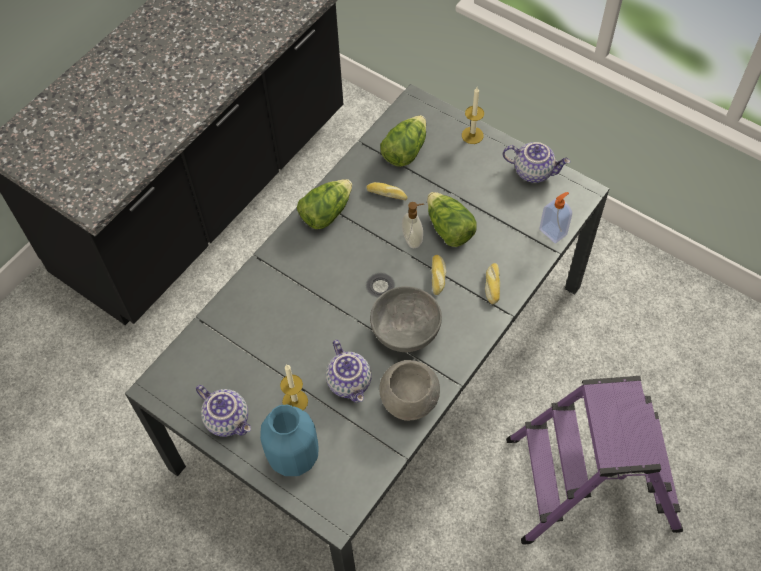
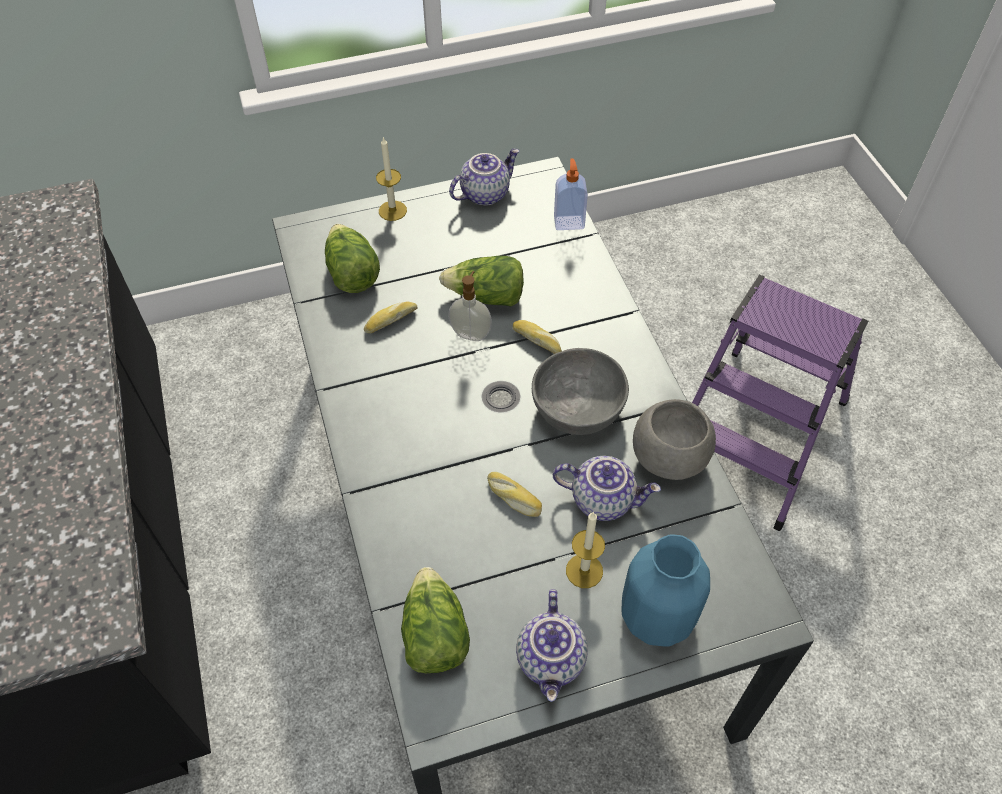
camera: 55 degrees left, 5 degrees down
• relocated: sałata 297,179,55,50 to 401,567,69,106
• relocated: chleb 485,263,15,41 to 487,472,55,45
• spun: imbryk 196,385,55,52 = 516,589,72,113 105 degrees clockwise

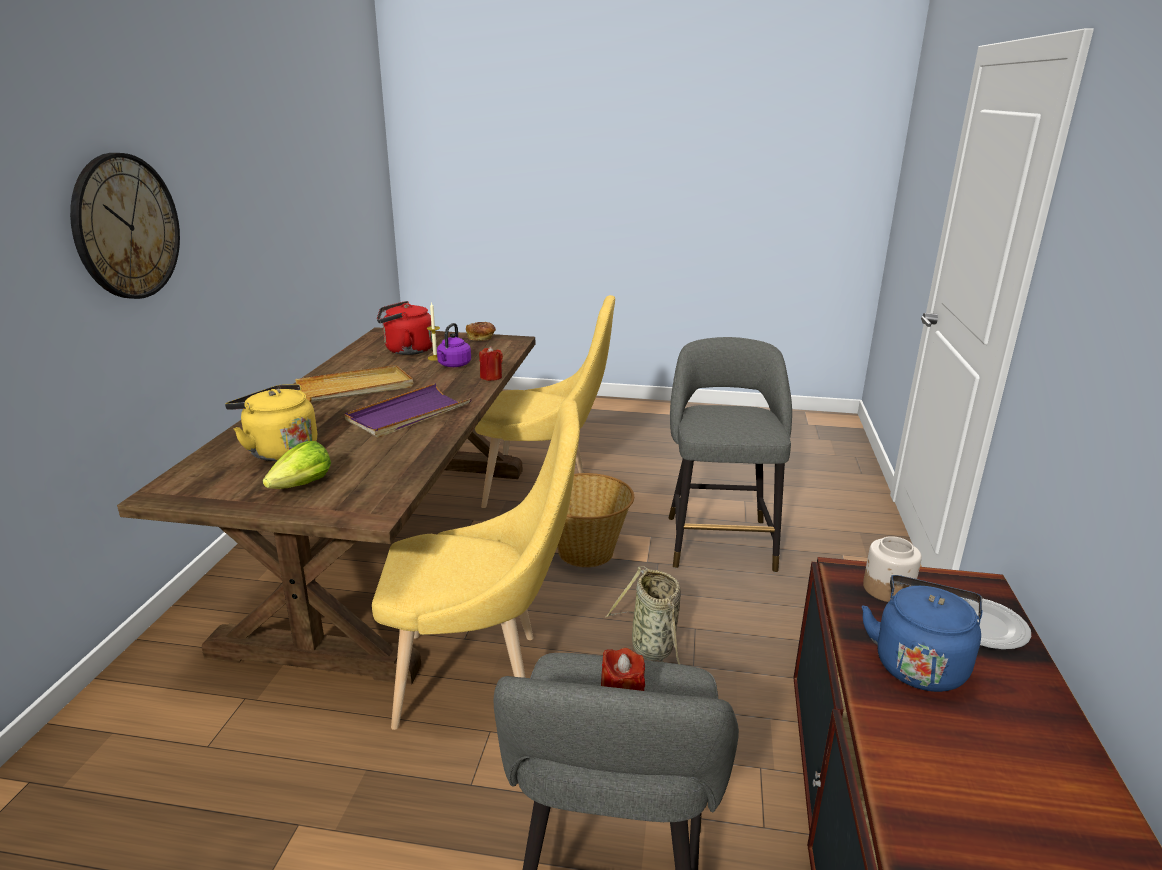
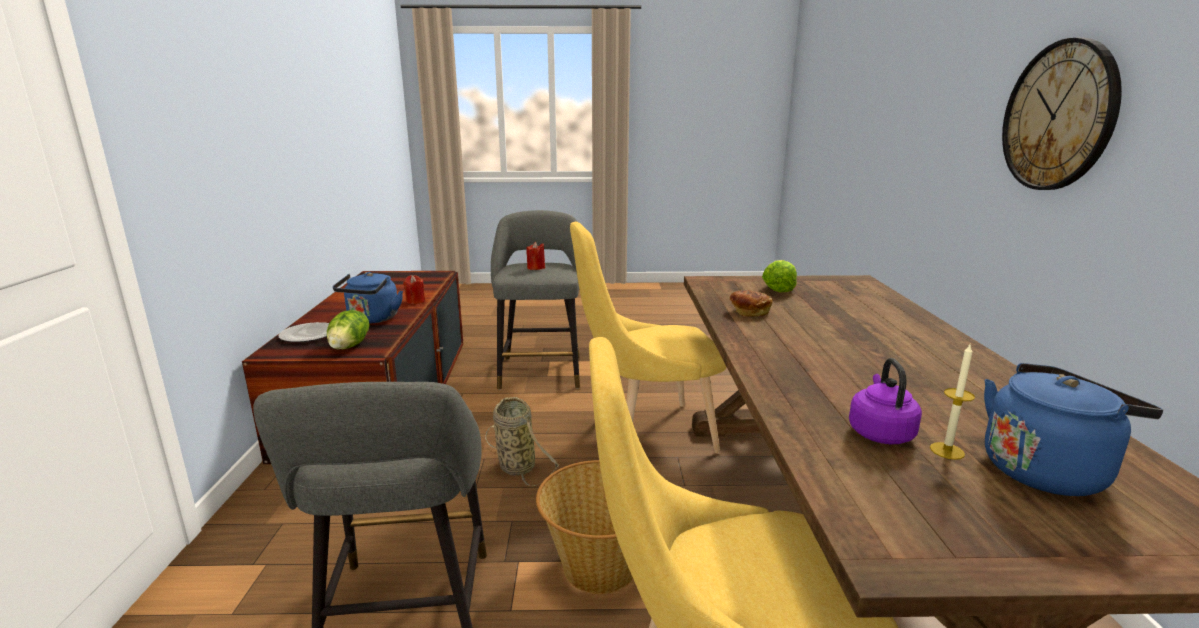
camera: 170 degrees right, 5 degrees down
• missing: czajnik/żółty 225,384,92,77
• missing: taca/beżowy 295,365,118,37
• missing: taca/fioletowy 344,383,128,55
• relocated: chleb 466,322,30,19 to 730,290,43,27
• relocated: świeca/czerwony 479,346,24,35 to 403,275,22,30
• exchanged: słoik 863,536,59,66 to sałata 327,310,42,39
• colour: czajnik/czerwony 377,301,56,54 to czajnik/niebieski 984,363,179,133

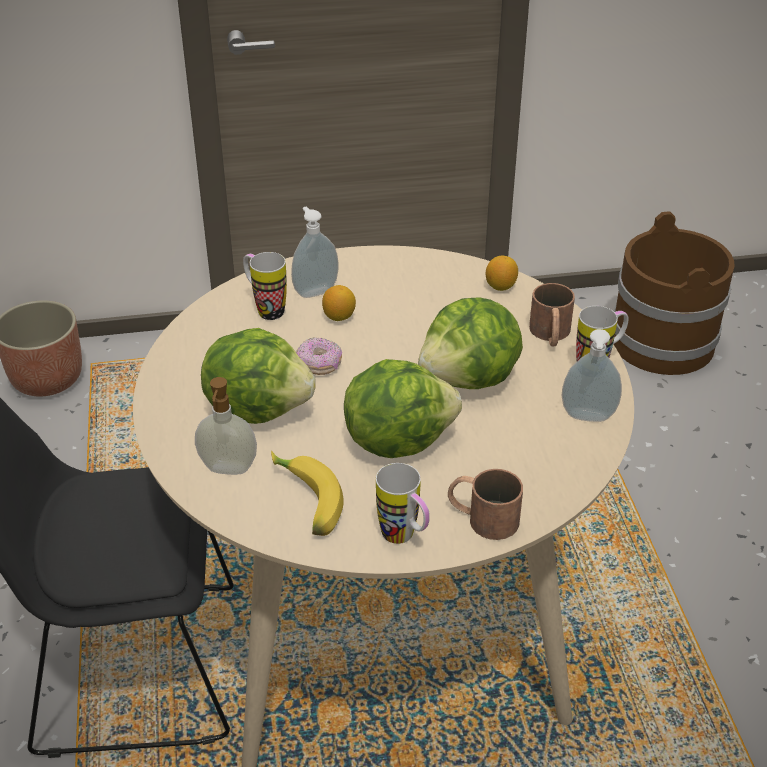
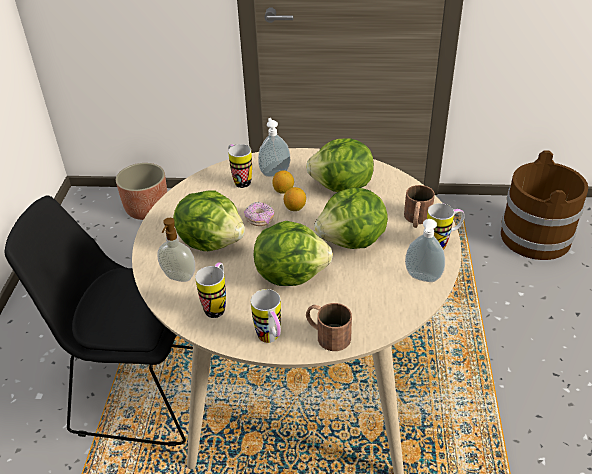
camera: 15 degrees right, 0 degrees up
• appeared: sałata 306,139,68,53
• relocated: cytryna 486,256,32,35 to 284,187,22,24
• exchanged: banan 271,451,73,85 to kubek 195,263,31,55

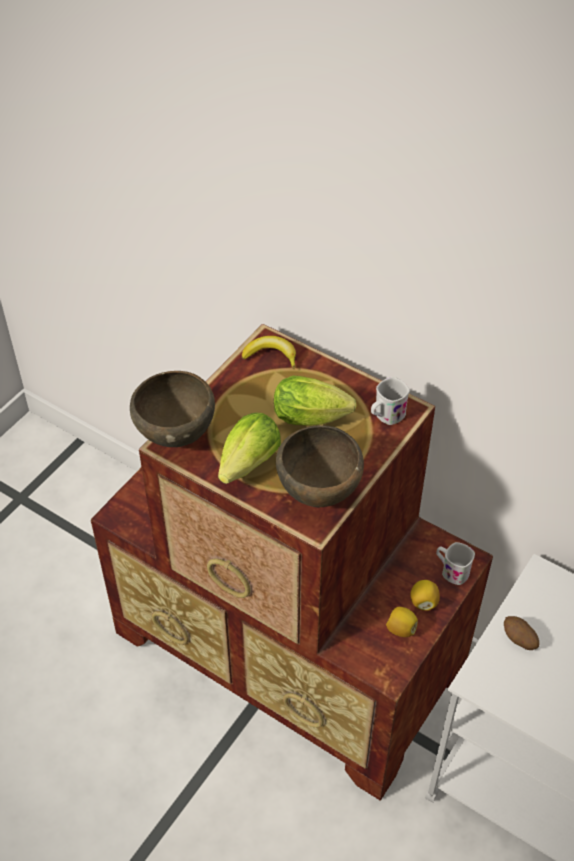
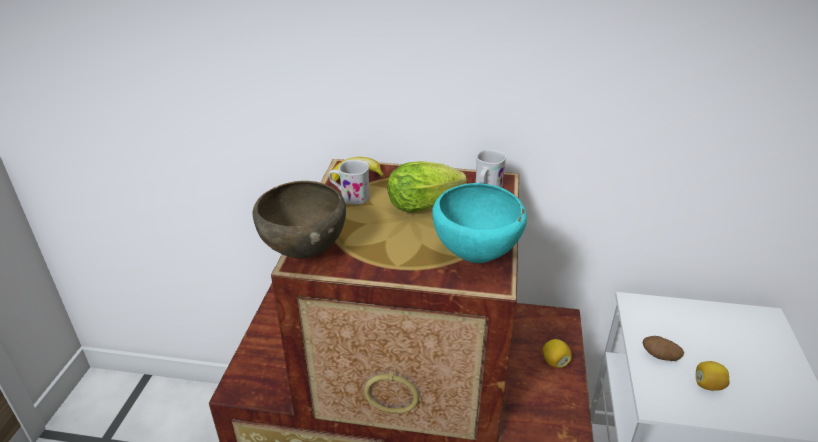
camera: 25 degrees left, 15 degrees down
• missing: sałata 218,413,63,71
• relocated: cytryna 386,607,32,30 to 696,361,34,30
• relocated: kubek/biały 436,542,39,43 to 329,160,41,45
• colour: miska/brązowy 276,425,88,82 to miska/turkusowy 432,183,95,80

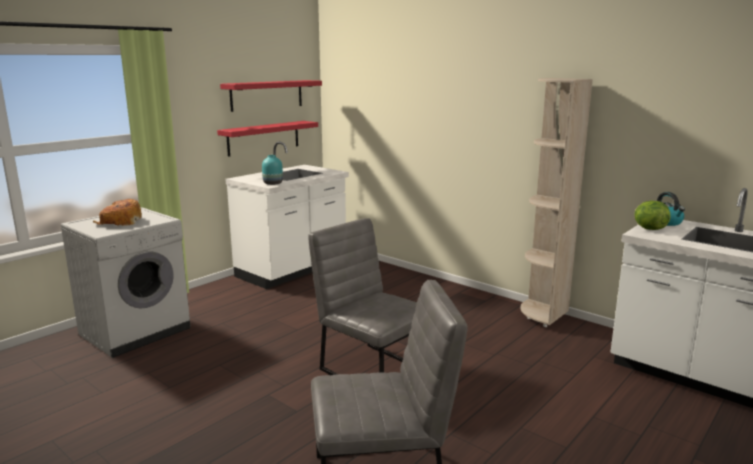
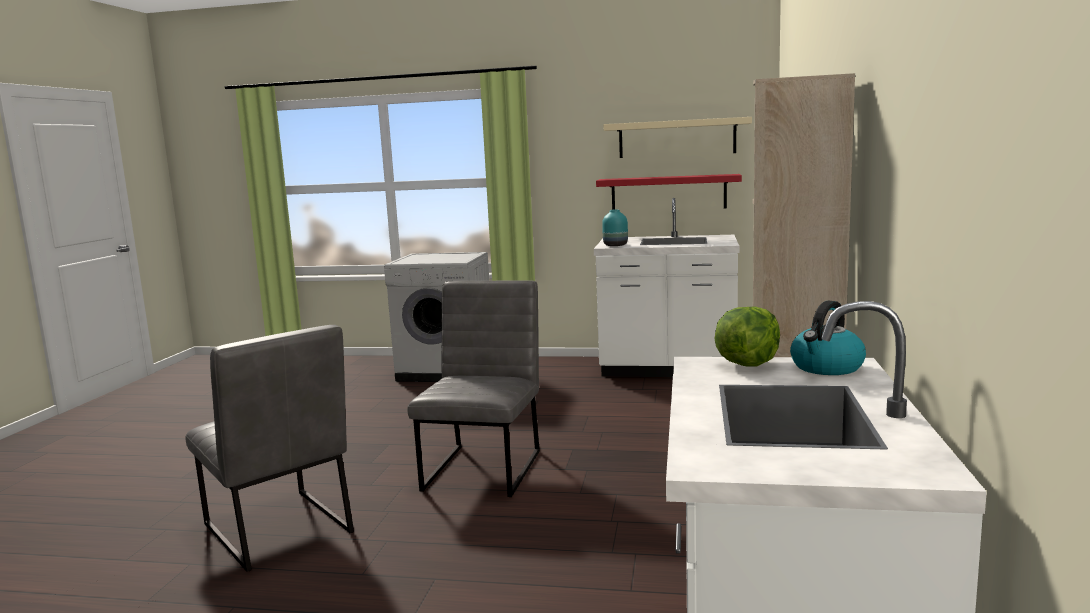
camera: 60 degrees right, 5 degrees down
• missing: chleb 93,199,49,27
• colour: półka/czerwony 220,80,102,32 to półka/beżowy 604,117,148,41

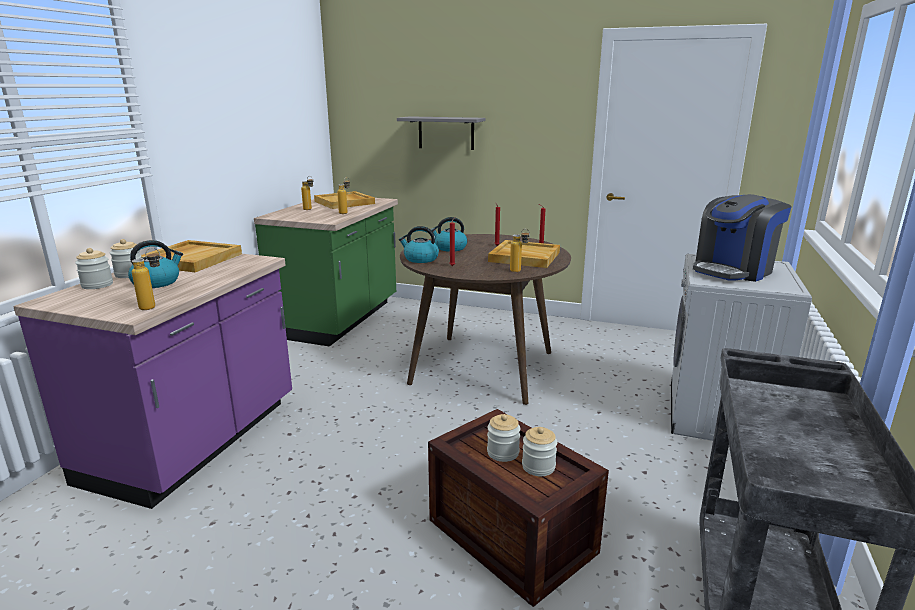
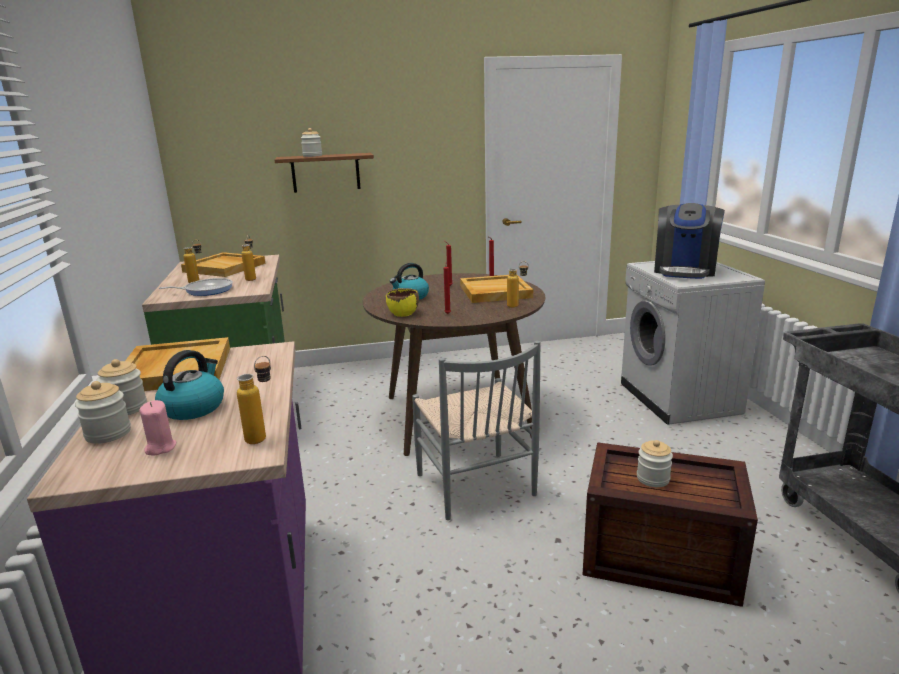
camera: 30 degrees left, 0 degrees up
• appeared: świeca/różowy 140,400,36,56
• appeared: patelnia 158,278,75,18
• appeared: krzesło/szary 412,341,128,179
• relocated: słoik 522,427,35,49 to 301,128,21,29
• exchanged: czajnik 399,226,40,37 to miska/żółty 386,288,33,29
• colour: półka/szary 397,116,88,34 to półka/brązowy 274,153,100,40

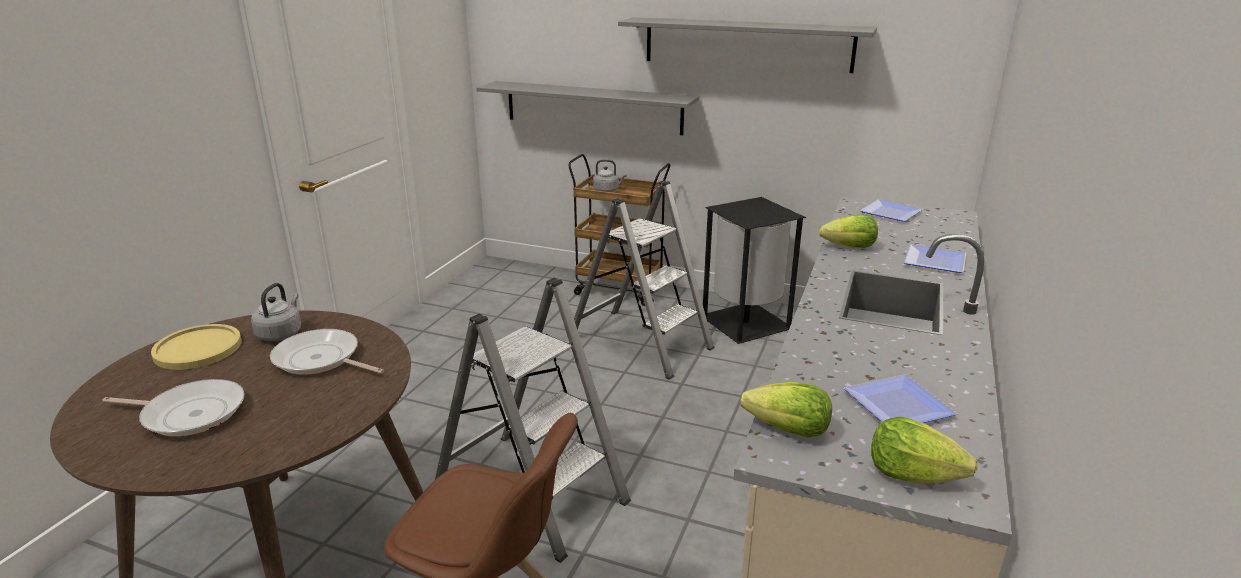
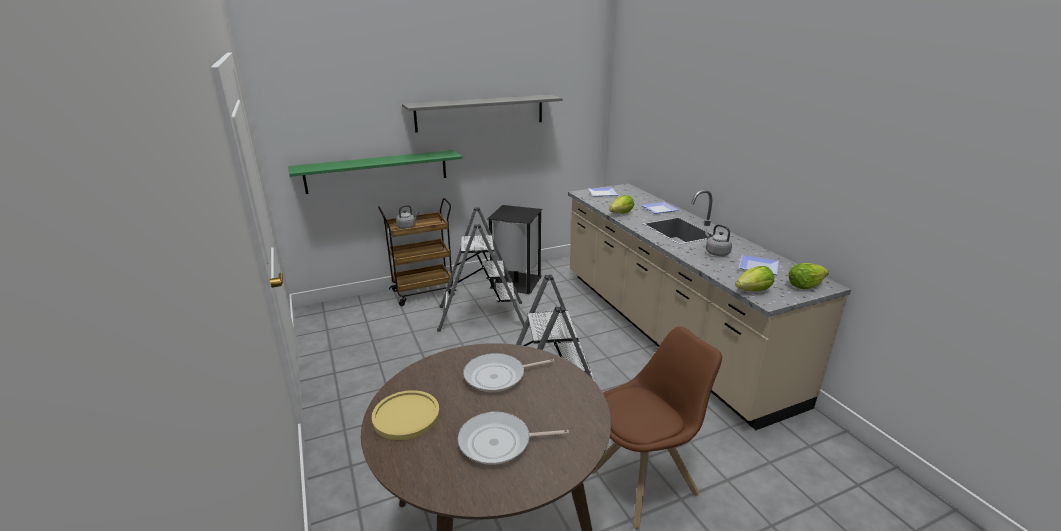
camera: 45 degrees left, 0 degrees up
• relocated: czajnik/szary 251,283,50,58 to 705,224,27,32
• colour: półka/szary 476,81,223,54 to półka/zielony 288,150,174,44
• spun: patelnia 102,379,143,57 = 458,412,111,53 150 degrees counterclockwise

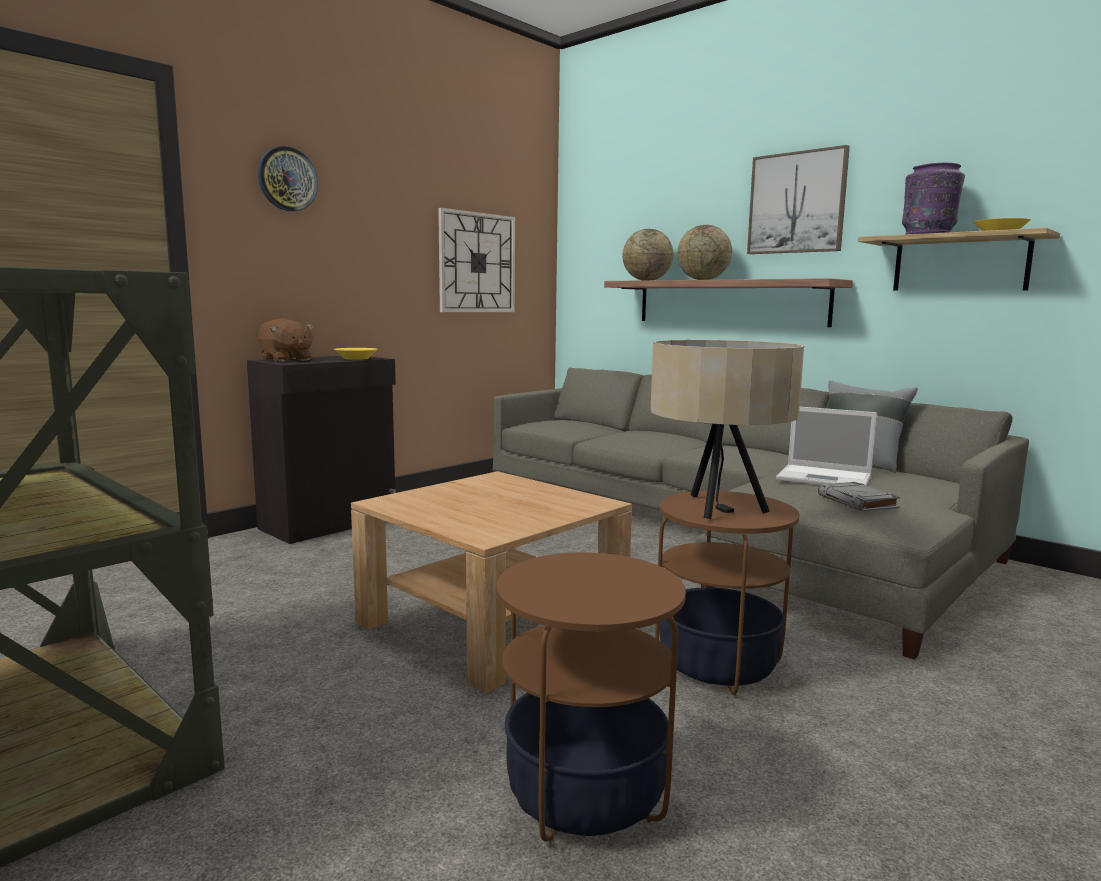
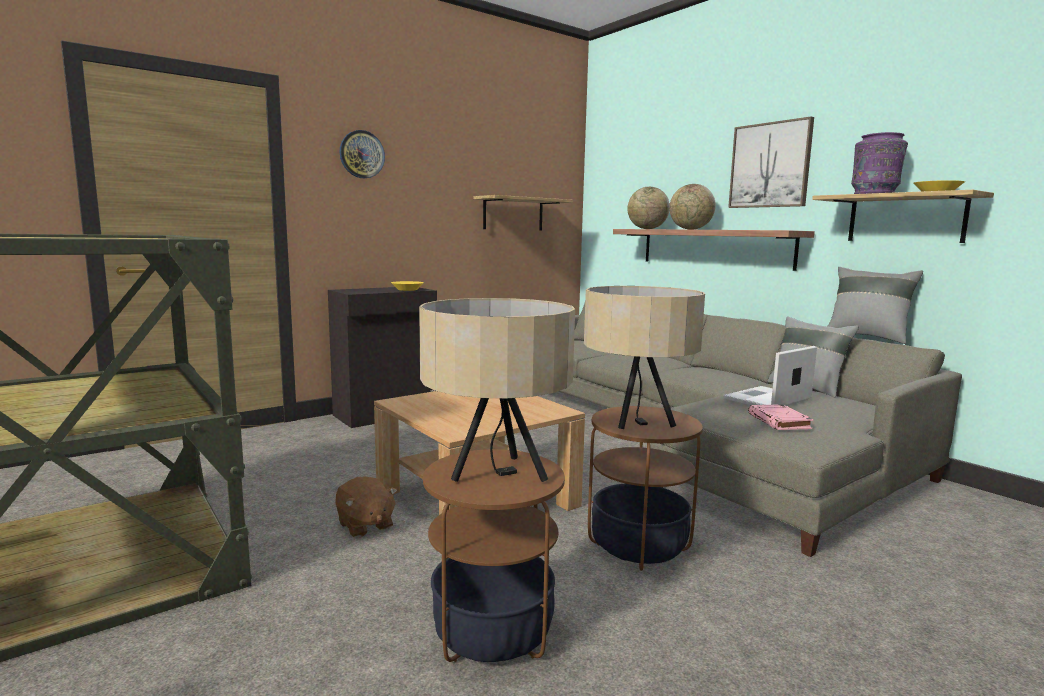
camera: 10 degrees right, 0 degrees up
• appeared: lampa stołowa/beżowy 419,298,156,184
• appeared: poduszka/szary 828,267,95,77
• relocated: pluszak/brązowy 258,318,56,44 to 335,477,62,60
• exchanged: zegar ścienny 438,208,77,104 to półka 473,195,100,36
• colour: książka/szary 818,482,82,29 to książka/różowy 748,404,65,26
• spun: laptop 776,407,101,79 = 723,346,94,60 105 degrees clockwise

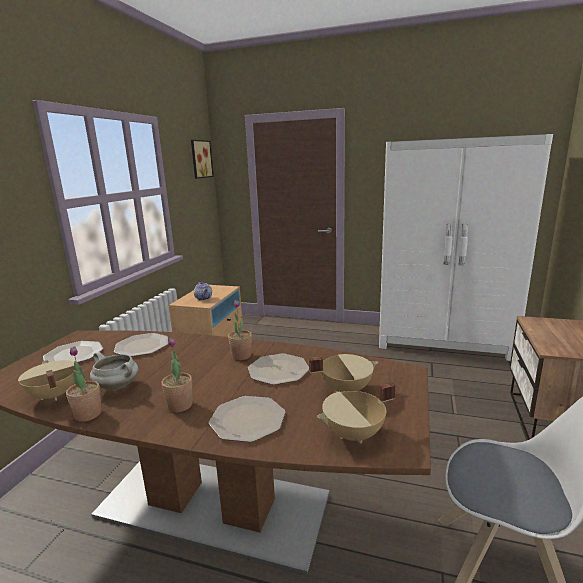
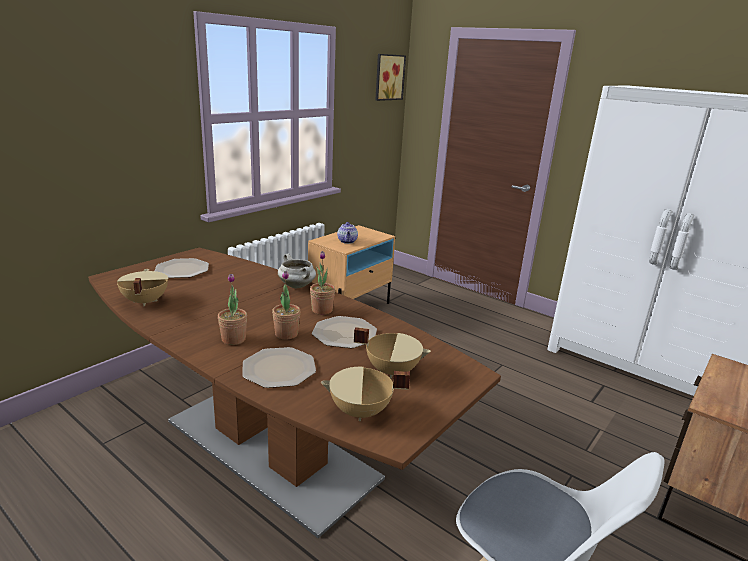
camera: 20 degrees right, 5 degrees up
• missing: talerz 114,333,54,24
• relocated: roślina doniczkowa 66,346,36,76 to 272,271,28,69
• relocated: garnek/biały 90,352,48,39 to 278,254,38,34

